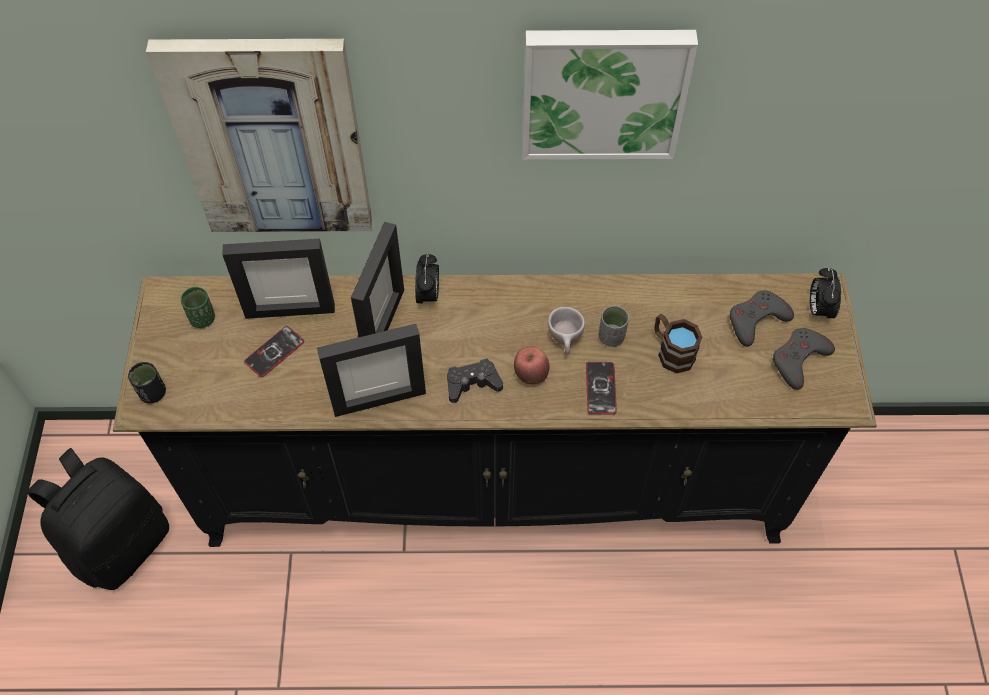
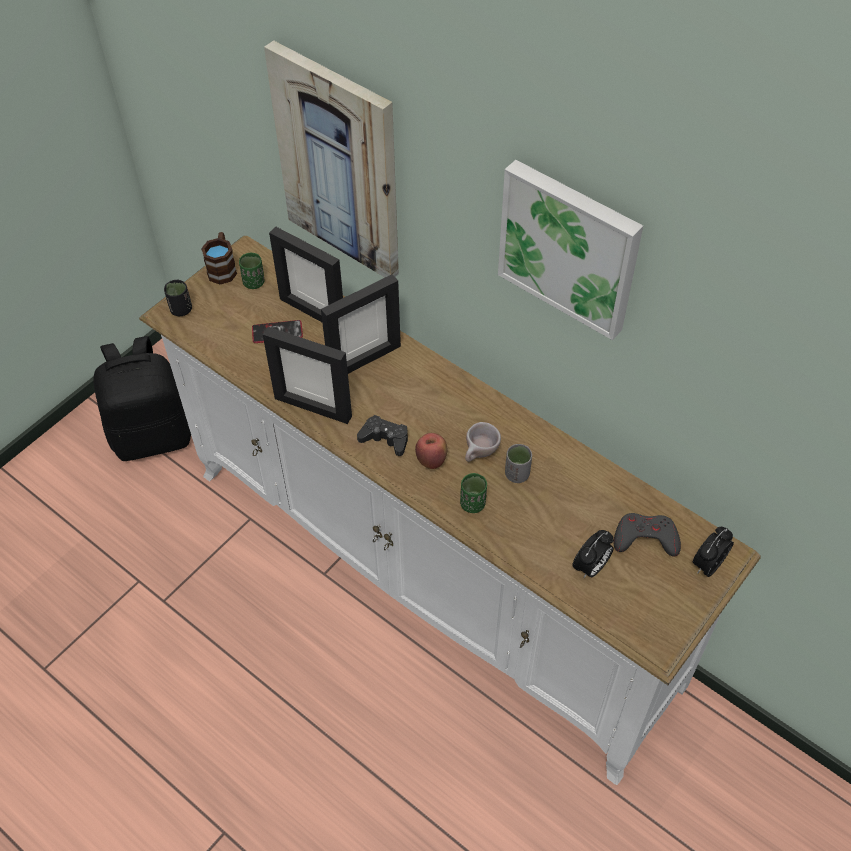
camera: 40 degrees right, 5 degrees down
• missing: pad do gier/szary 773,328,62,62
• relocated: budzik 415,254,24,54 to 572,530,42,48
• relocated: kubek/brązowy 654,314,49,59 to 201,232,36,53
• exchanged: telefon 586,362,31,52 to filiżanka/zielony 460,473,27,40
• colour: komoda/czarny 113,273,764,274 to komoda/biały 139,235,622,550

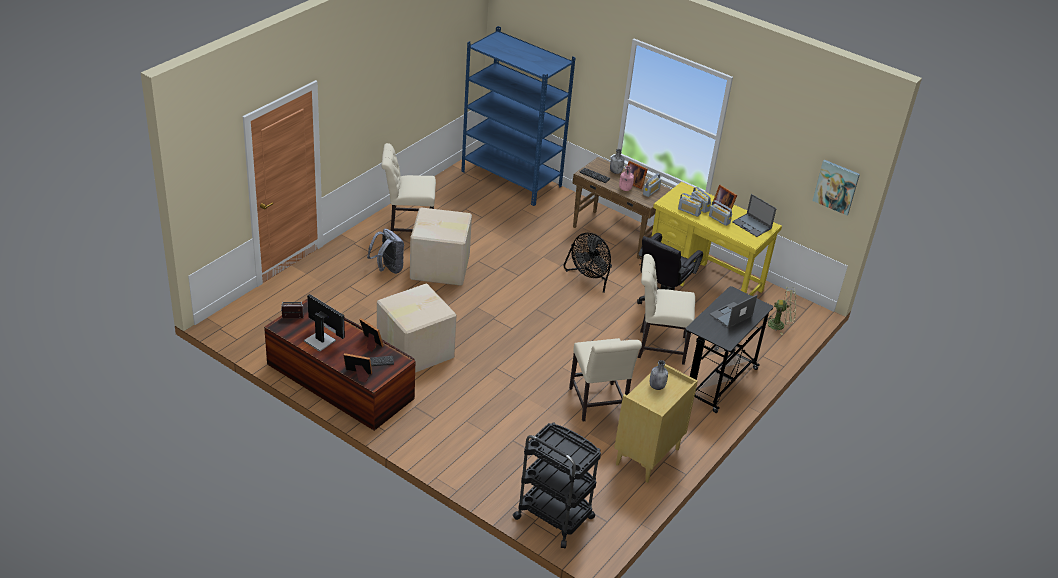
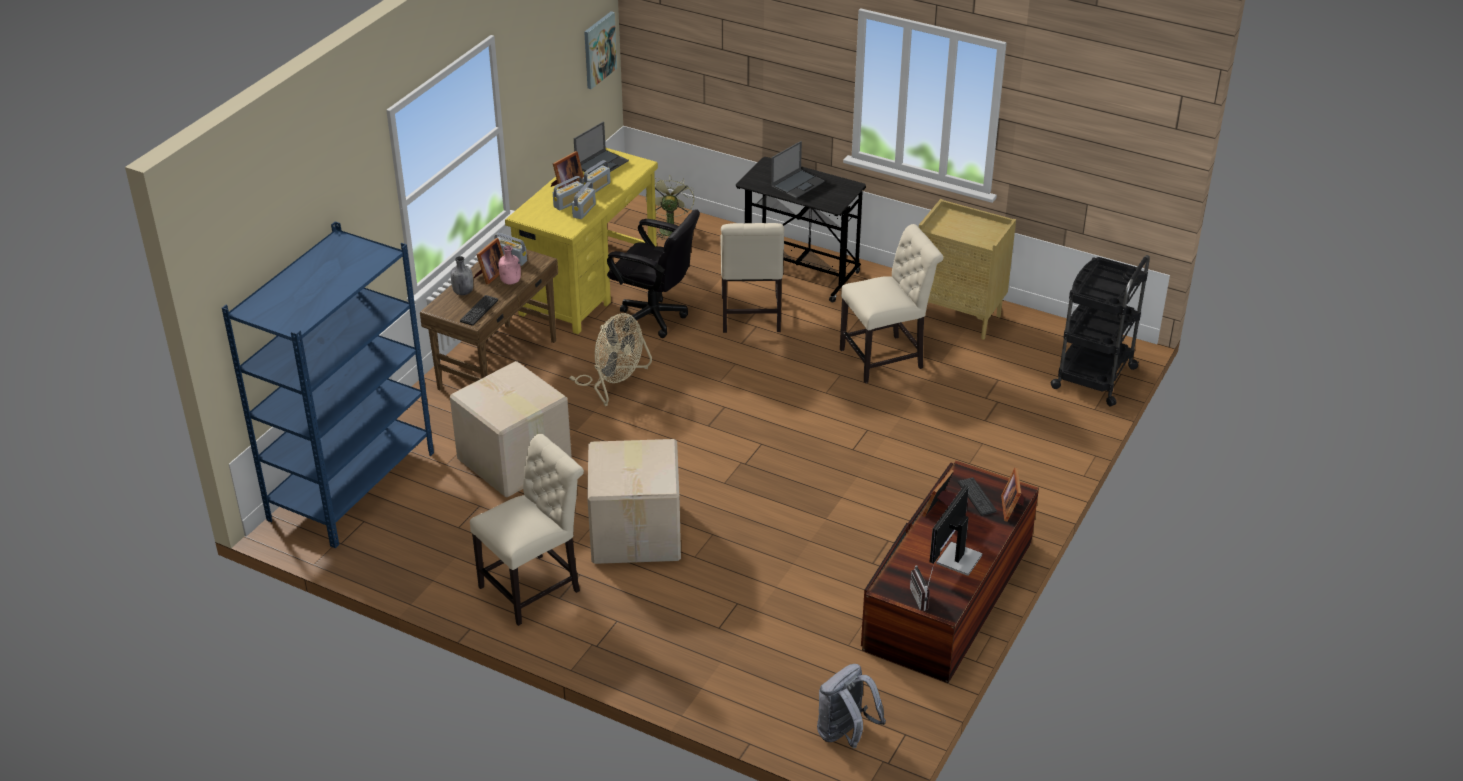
camera: 95 degrees left, 0 degrees up
• missing: butelka/szary 650,360,18,30
• relocated: plecak/szary 367,229,37,45 to 817,664,69,84
• relocated: karton 377,283,80,90 to 450,361,122,136
• colour: wentylator/czarny 564,233,48,60 to wentylator/beżowy 569,313,83,93
• spun: krzesło/beżowy 381,143,55,89 = 470,434,114,192 120 degrees counterclockwise
• spun: laptop 710,295,47,33 = 771,141,54,58 90 degrees counterclockwise

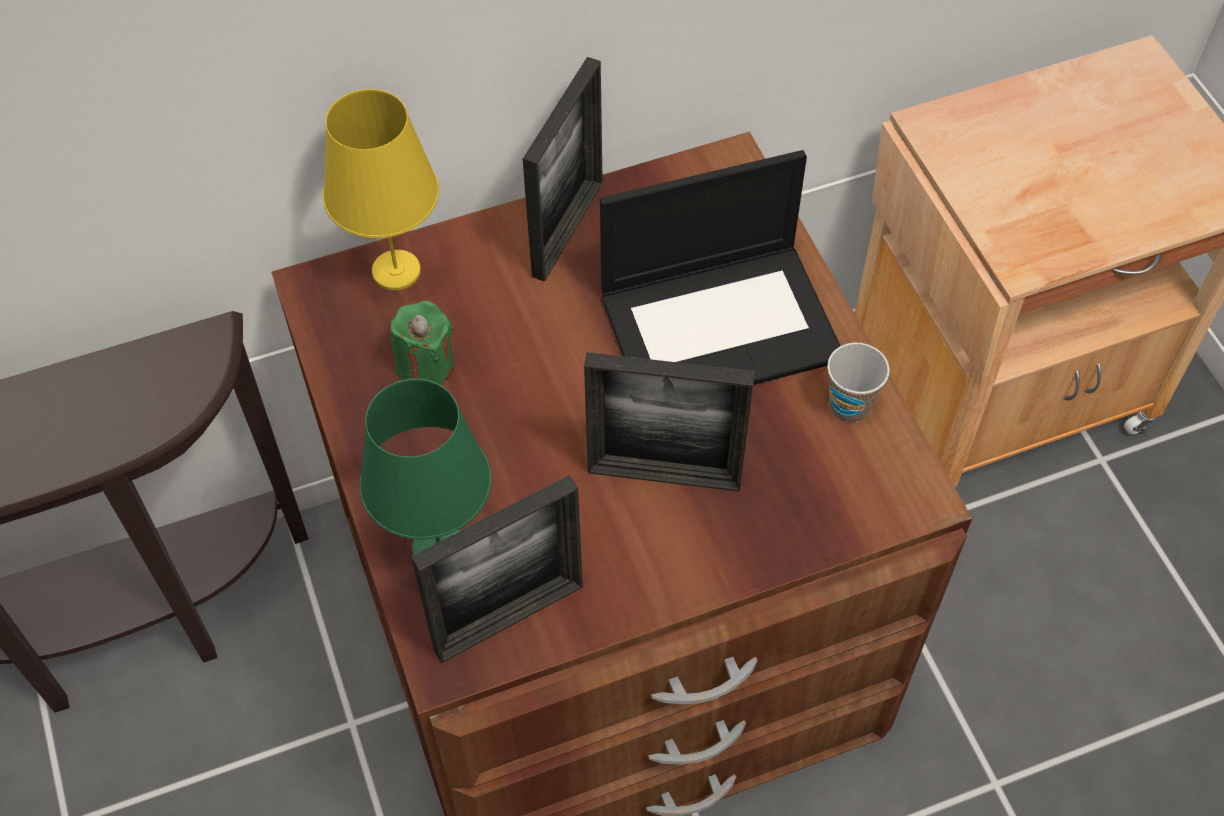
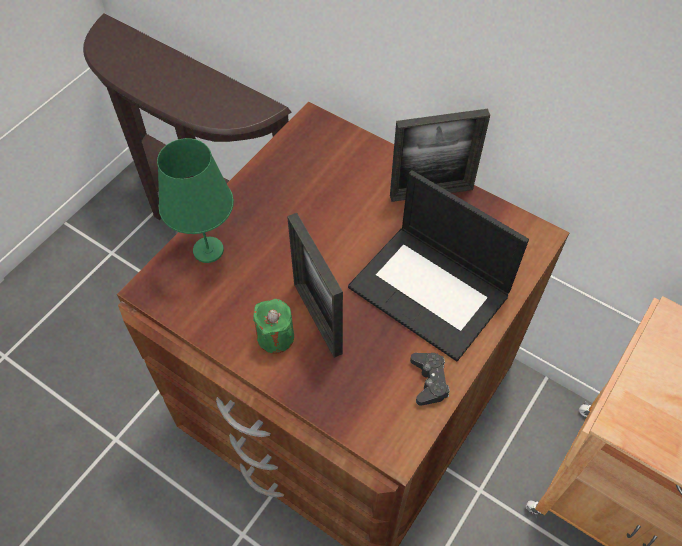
camera: 55 degrees right, 0 degrees up
• missing: lampa stołowa/żółty 323,89,116,202
• missing: ramka na zdjęcie 411,475,172,188
• relocated: świeca/zielony 390,301,64,84 to 253,299,41,55
• exchanged: filiżanka 827,343,63,80 to pad do gier/czarny 410,353,40,53

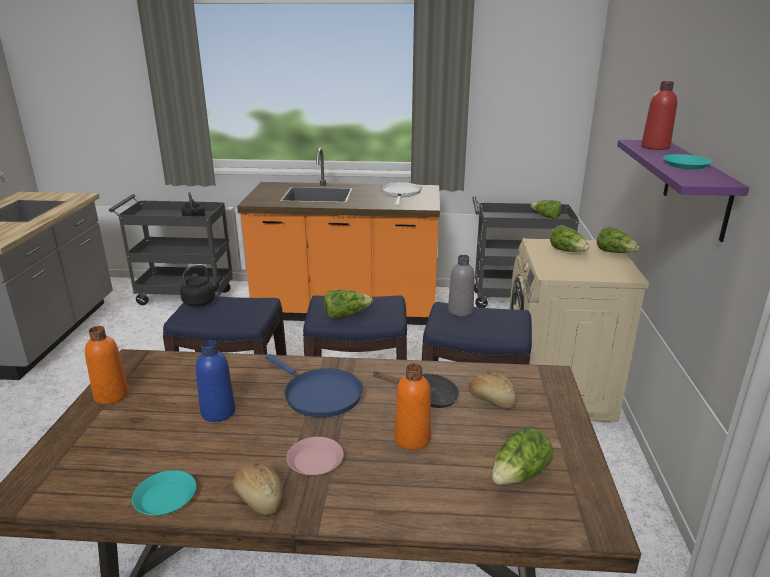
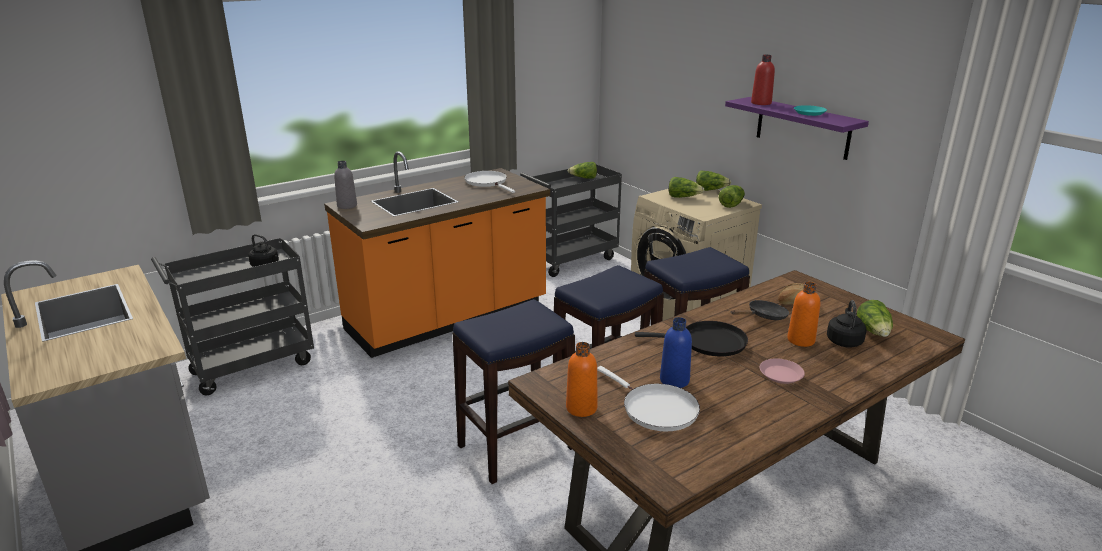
camera: 40 degrees left, 0 degrees up
• missing: talerz/turkusowy 132,470,64,45
• missing: chleb 233,463,51,52
• appeared: patelnia/biały 597,366,103,65
• relocated: czajnik/czarny 180,265,42,42 to 827,300,39,48
• relocated: sałata 324,290,49,29 to 719,185,26,23
• relocated: butelka/szary 448,255,27,61 to 334,161,23,48
• colour: patelnia/niebieski 265,354,98,63 to patelnia/czarny 635,321,113,35

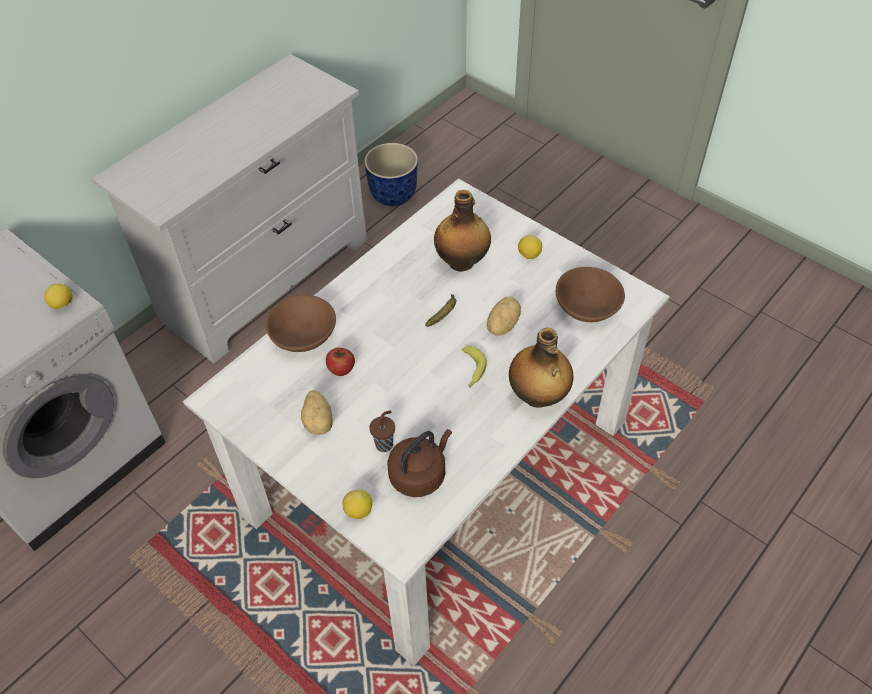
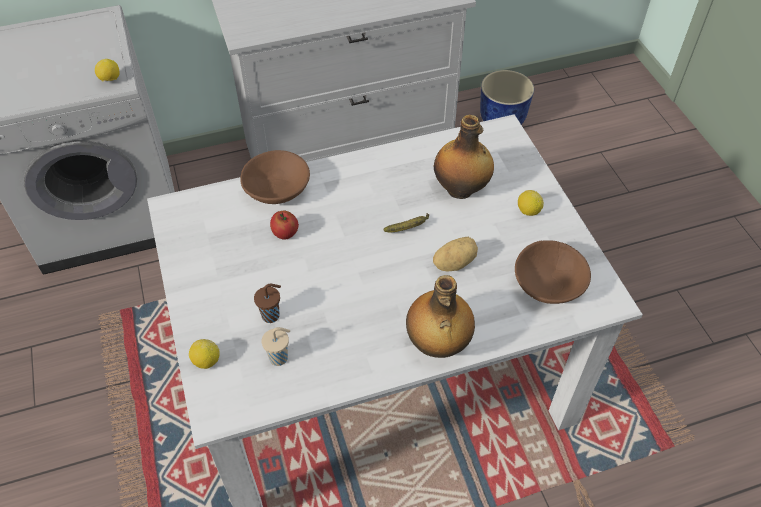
camera: 30 degrees right, 0 degrees up
• missing: ziemniak 301,390,32,45
• missing: banan 462,346,25,42
• exchanged: czajnik/brązowy 387,429,65,68 to filiżanka/beżowy 261,327,29,39

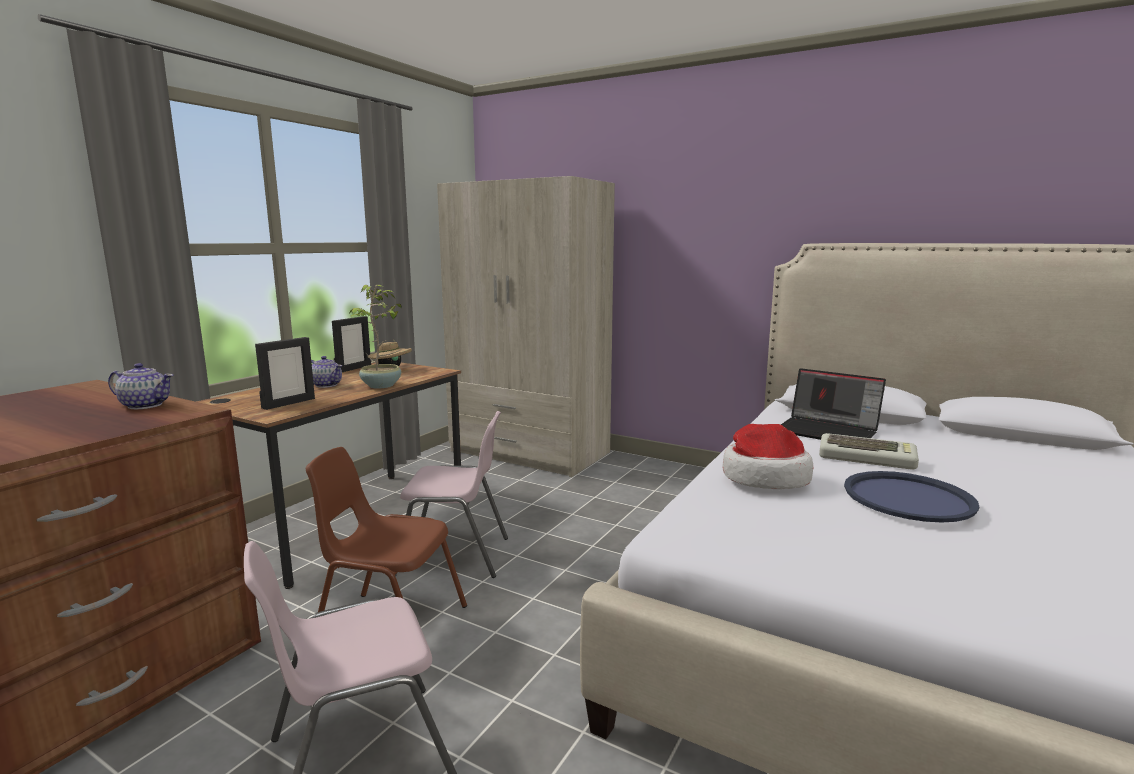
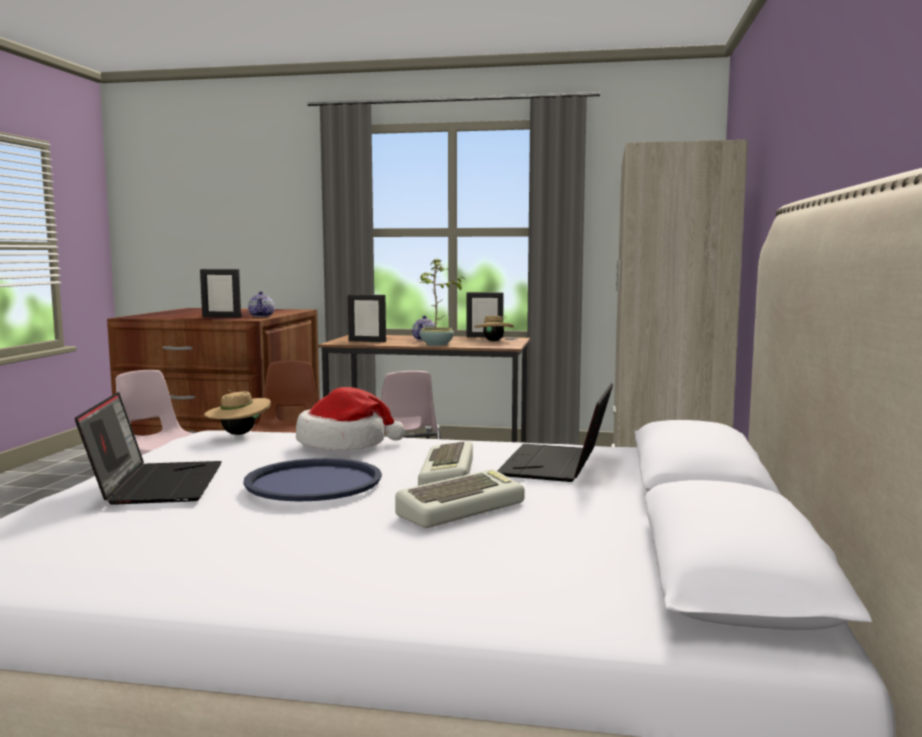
camera: 70 degrees right, 5 degrees down
• appeared: laptop 75,392,147,113
• appeared: ramka na zdjęcie 200,269,41,48
• appeared: kapelusz/beżowy 204,389,67,46
• appeared: klawiatura 395,469,130,59

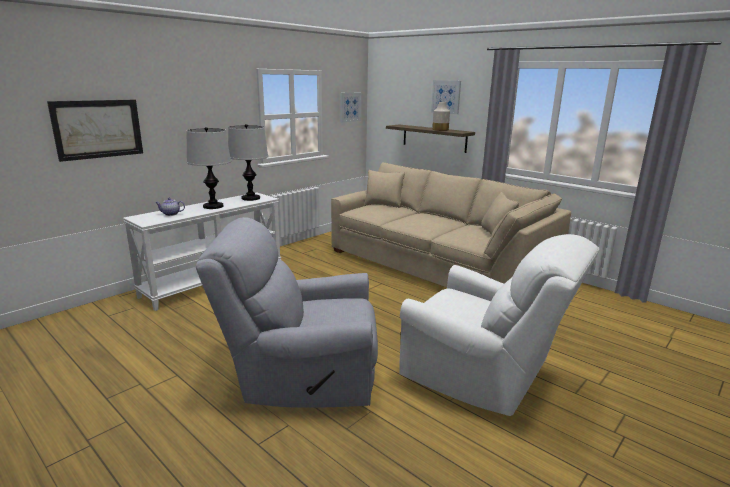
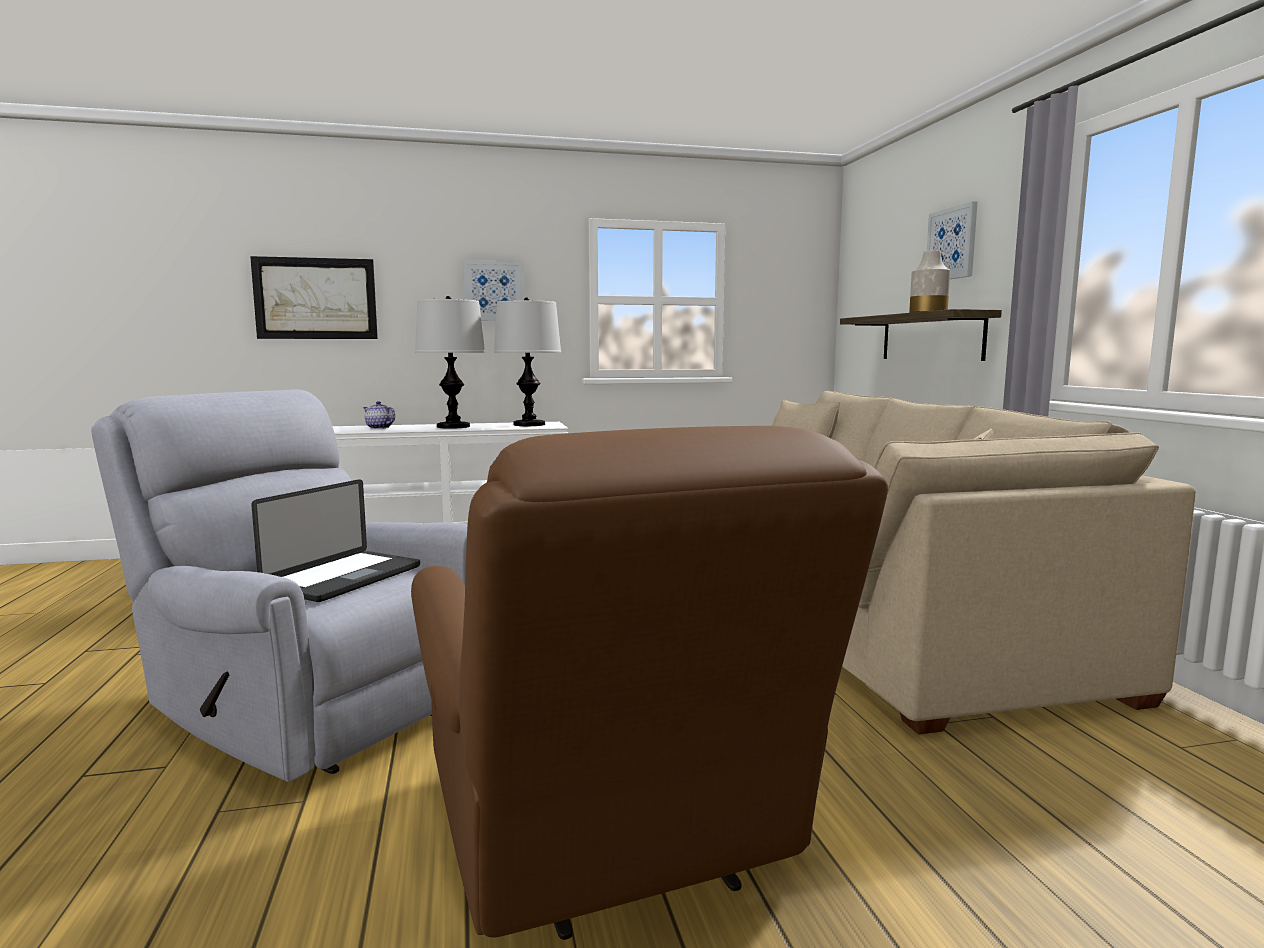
camera: 35 degrees right, 10 degrees down
• appeared: laptop 251,479,169,123
• relocated: obraz 340,92,22,31 to 463,260,61,61
• colour: fotel/biały 399,234,201,182 to fotel/brązowy 411,426,477,514

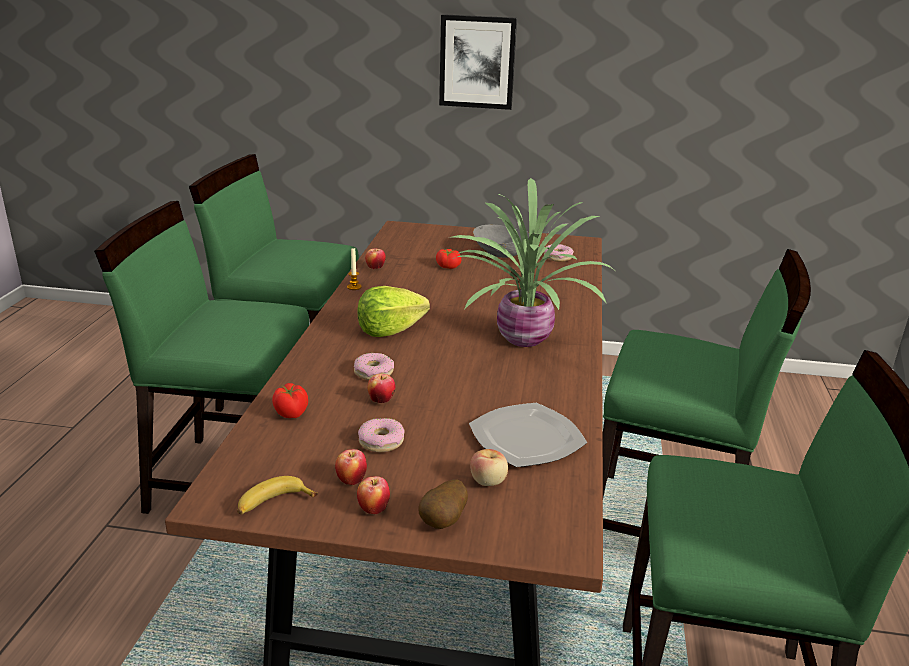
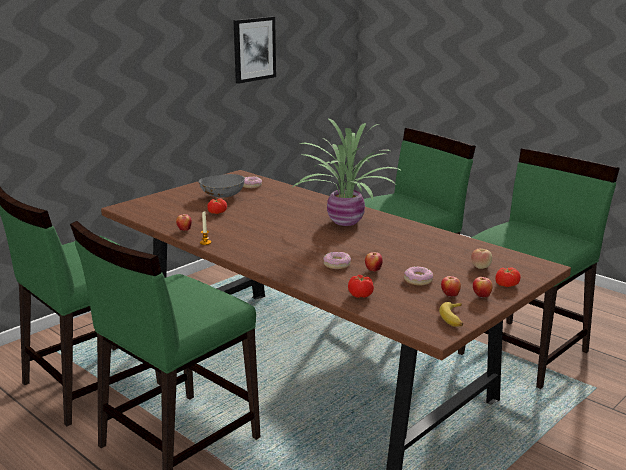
camera: 55 degrees left, 5 degrees down
• missing: sałata 357,286,73,51
• missing: talerz 469,403,118,64
• relocated: obraz 439,14,78,96 to 233,16,43,68
• exchanged: ziemniak 418,479,50,50 to pomidor 495,268,26,19

